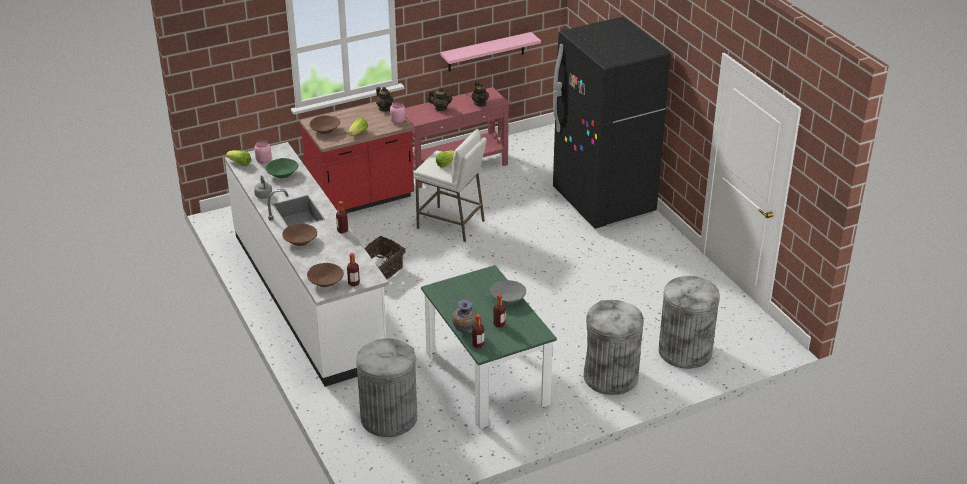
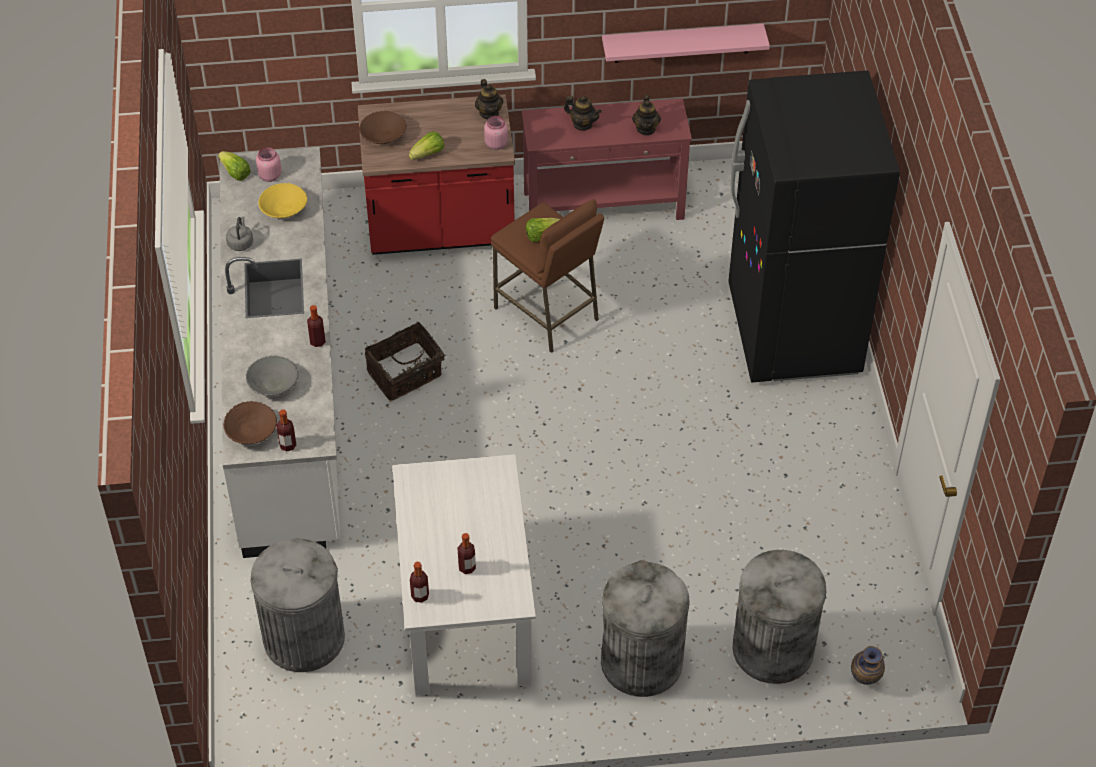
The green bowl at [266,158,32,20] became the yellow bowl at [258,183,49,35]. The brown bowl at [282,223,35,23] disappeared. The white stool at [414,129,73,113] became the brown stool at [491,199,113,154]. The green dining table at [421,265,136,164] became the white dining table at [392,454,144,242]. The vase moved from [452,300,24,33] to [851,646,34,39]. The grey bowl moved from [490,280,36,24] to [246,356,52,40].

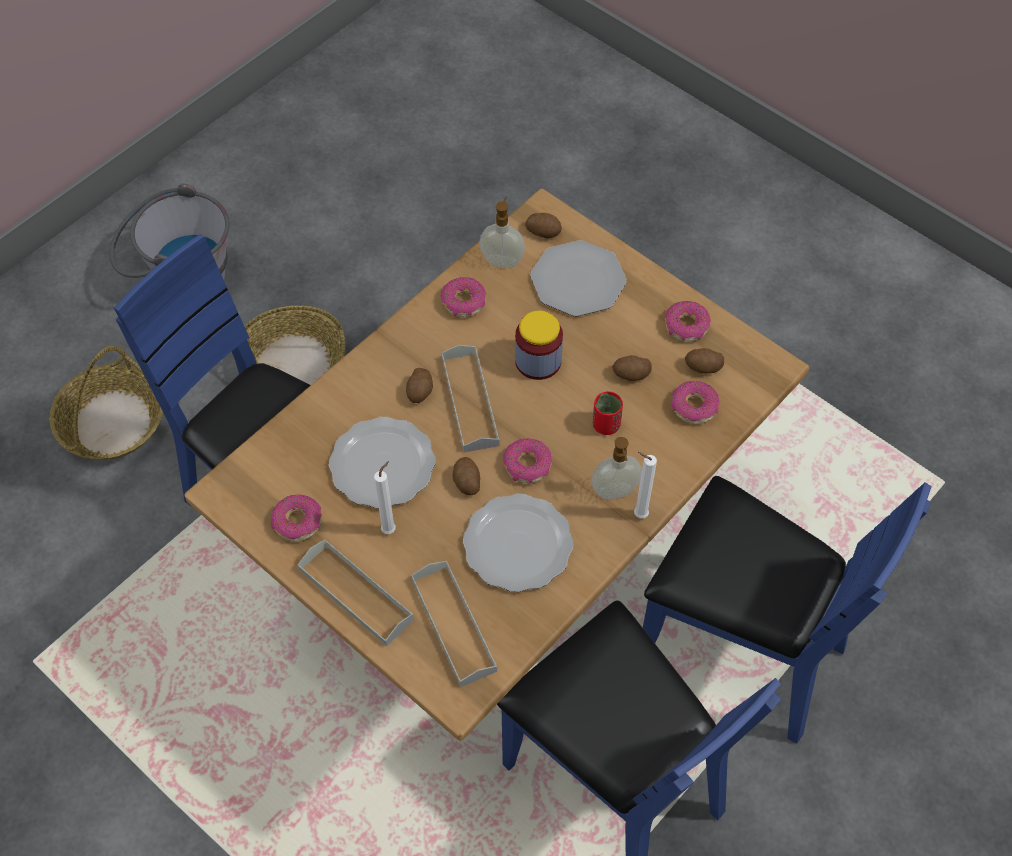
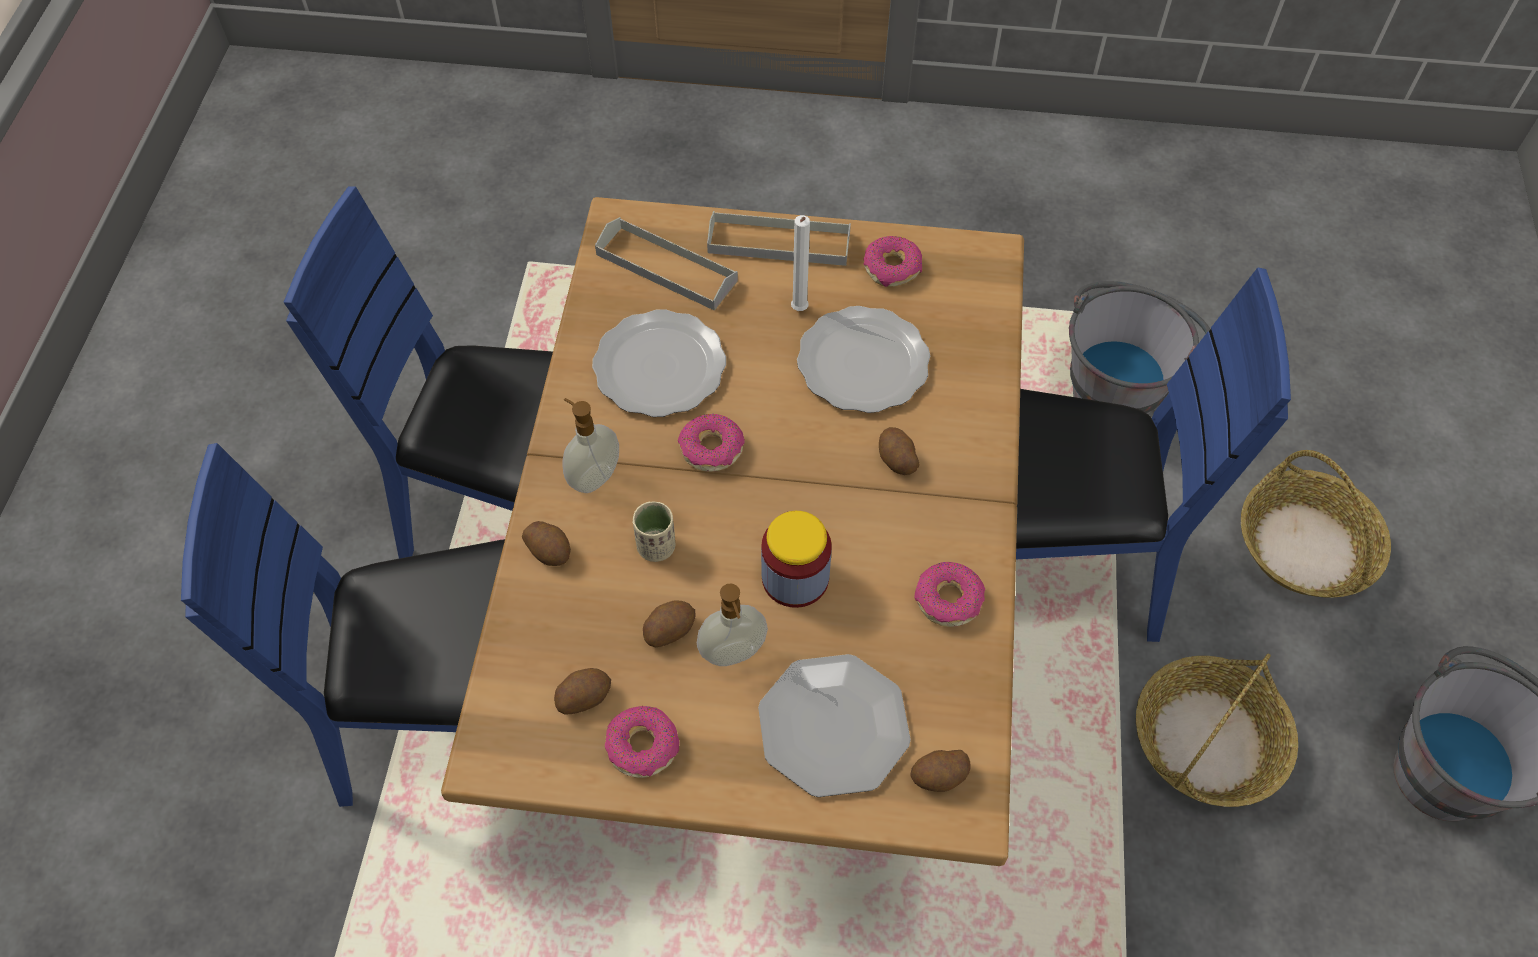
The grey tray at [442,345,58,108] disappeared. The potato moved from [452,457,28,38] to [522,521,49,45]. The soap dispenser moved from [479,197,46,71] to [697,583,71,83]. The red cup at [593,391,30,44] became the beige cup at [633,502,42,60]. The white candle at [634,452,23,66] disappeared. The donut at [672,381,48,43] disappeared. The grey bucket at [1069,281,141,133] appeared.

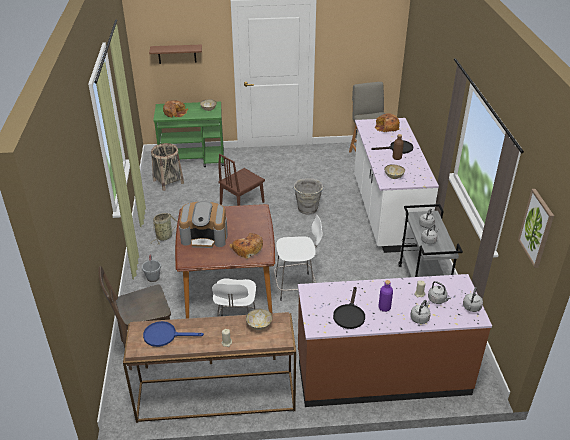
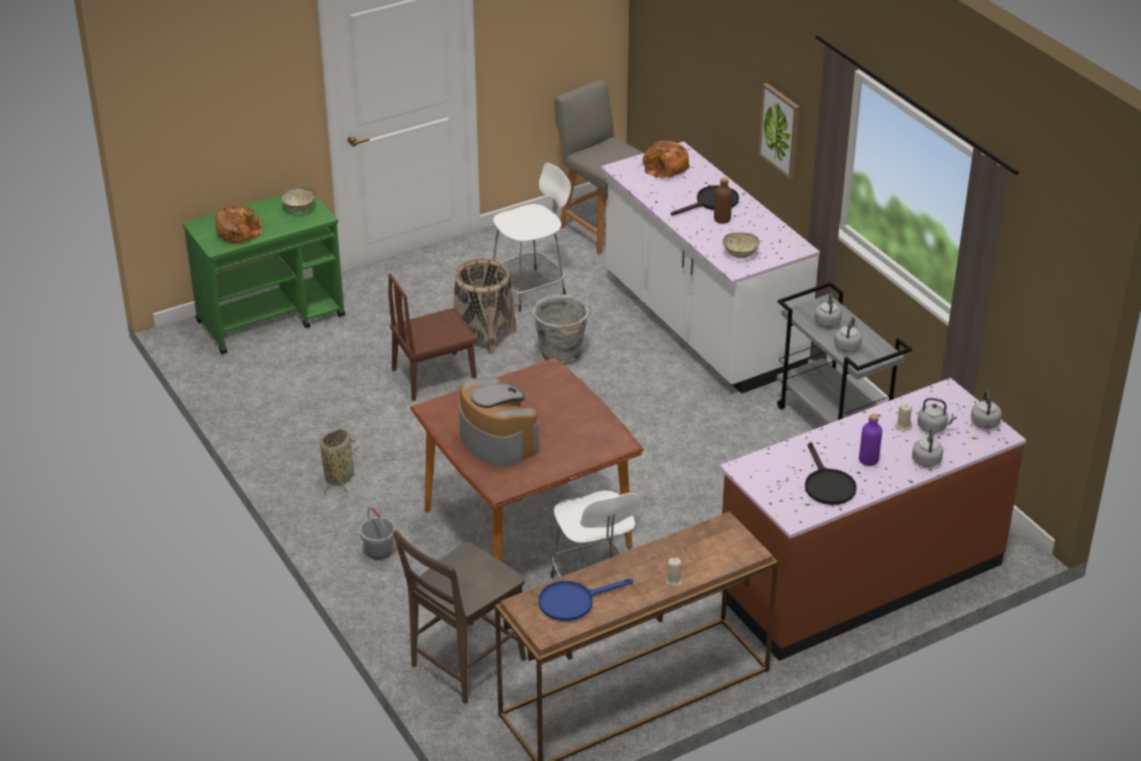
The brown shelf at [149,45,53,19] disappeared. The basket moved from [151,143,33,48] to [454,258,62,96]. The coffee machine at [179,201,49,47] turned 105 degrees counterclockwise. The brown chair at [218,154,47,52] turned 45 degrees clockwise. The bread at [229,233,34,26] disappeared. The bowl at [246,308,26,22] disappeared. The white stool moved from [274,215,49,86] to [493,163,78,149]. The picture moved from [518,189,36,79] to [758,83,42,96].

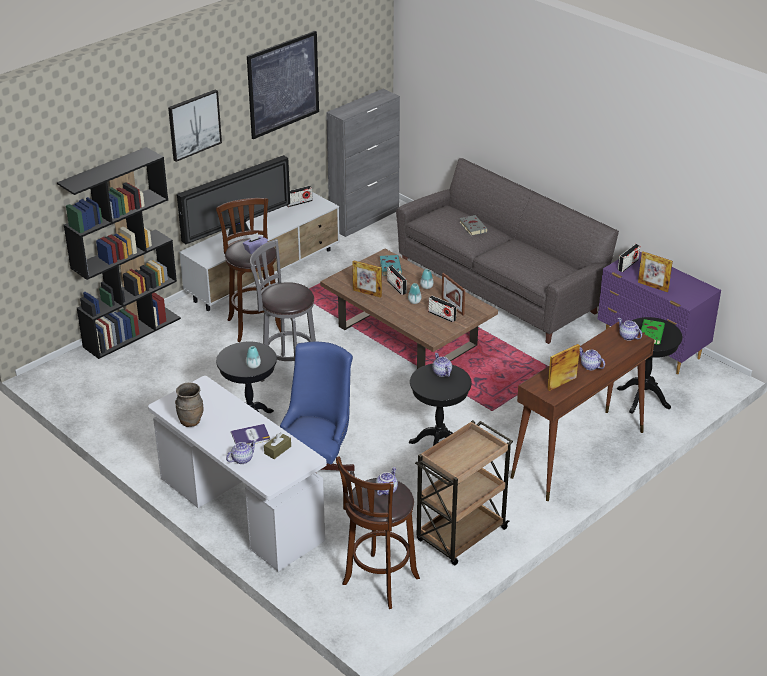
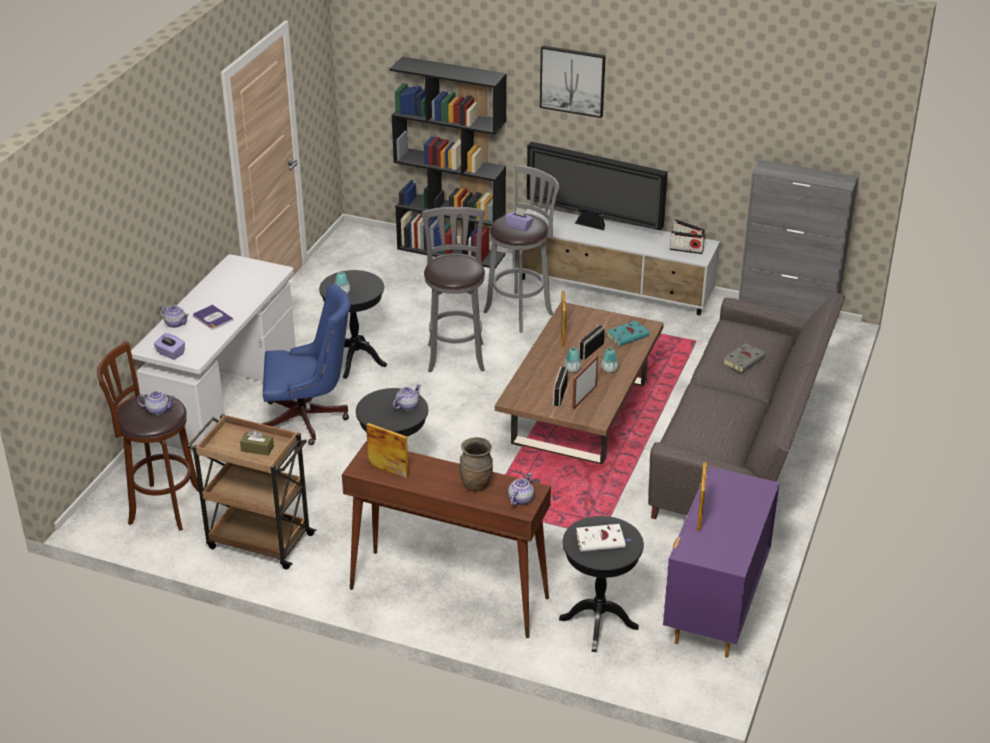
The brown vase moved from [175,383,29,44] to [459,437,34,54]. The brown stool at [216,198,65,144] became the grey stool at [484,164,75,169]. The picture at [247,31,72,108] disappeared. The brown tissue box moved from [264,432,27,27] to [240,430,34,26]. The teapot at [580,347,25,23] disappeared. The radio moved from [618,244,22,28] to [670,231,35,23]. The green book at [641,319,24,26] became the white book at [576,524,55,28]. The purple tissue box at [154,333,31,27] appeared.

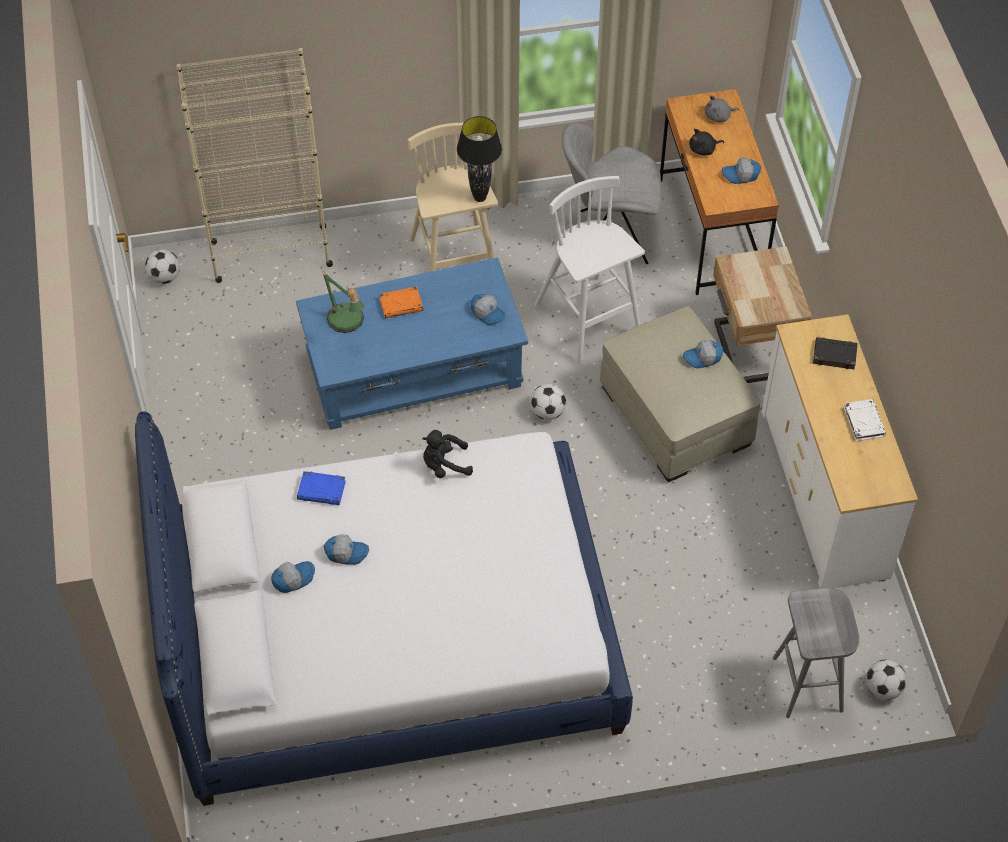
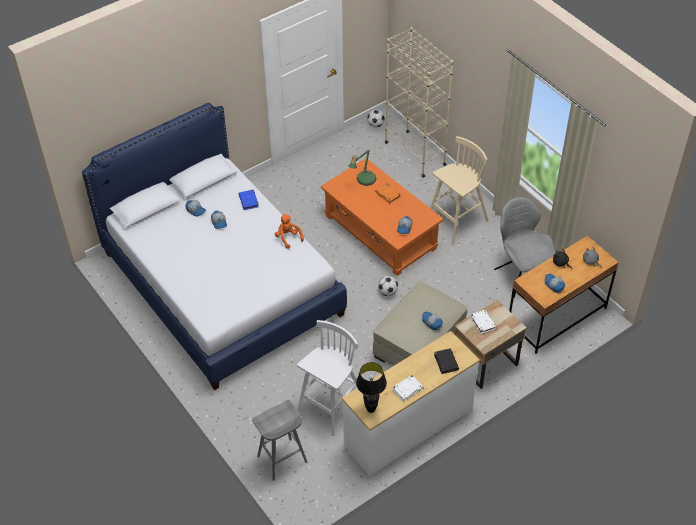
The blue coffee table at [296,258,232,172] became the orange coffee table at [321,158,122,118]. The black plush toy at [422,430,51,48] became the orange plush toy at [274,214,30,35]. The black table lamp moved from [457,116,45,86] to [356,362,31,51]. The white stool moved from [535,176,110,189] to [297,320,61,116]. The football at [866,660,41,40] disappeared. The white book at [471,310,25,24] appeared.

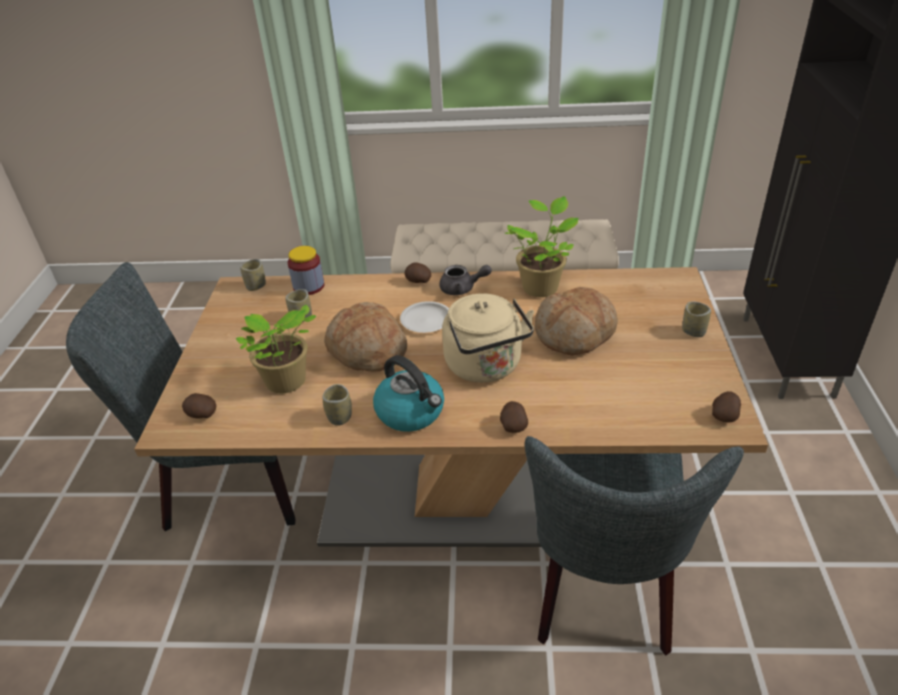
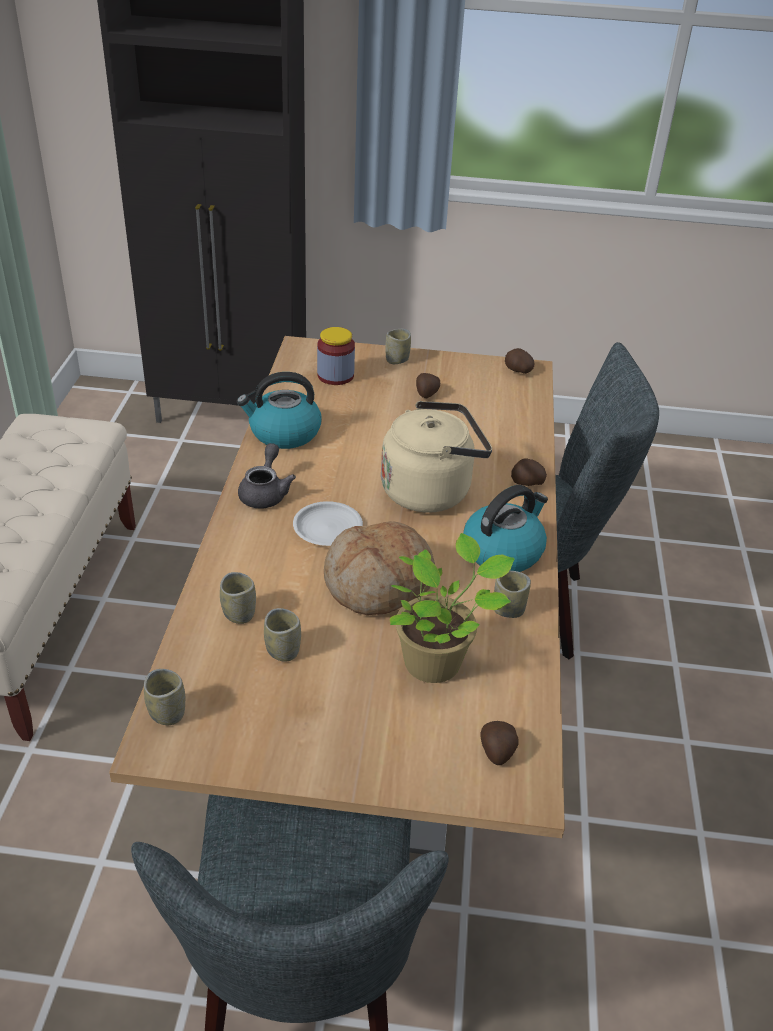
The jar moved from [287,246,37,49] to [317,327,38,58]. The potato moved from [405,262,26,21] to [416,373,24,25]. The potted plant at [504,196,75,101] was replaced by the kettle at [237,372,84,77]. The bread at [535,287,83,68] disappeared. The cup at [220,572,36,52] appeared.

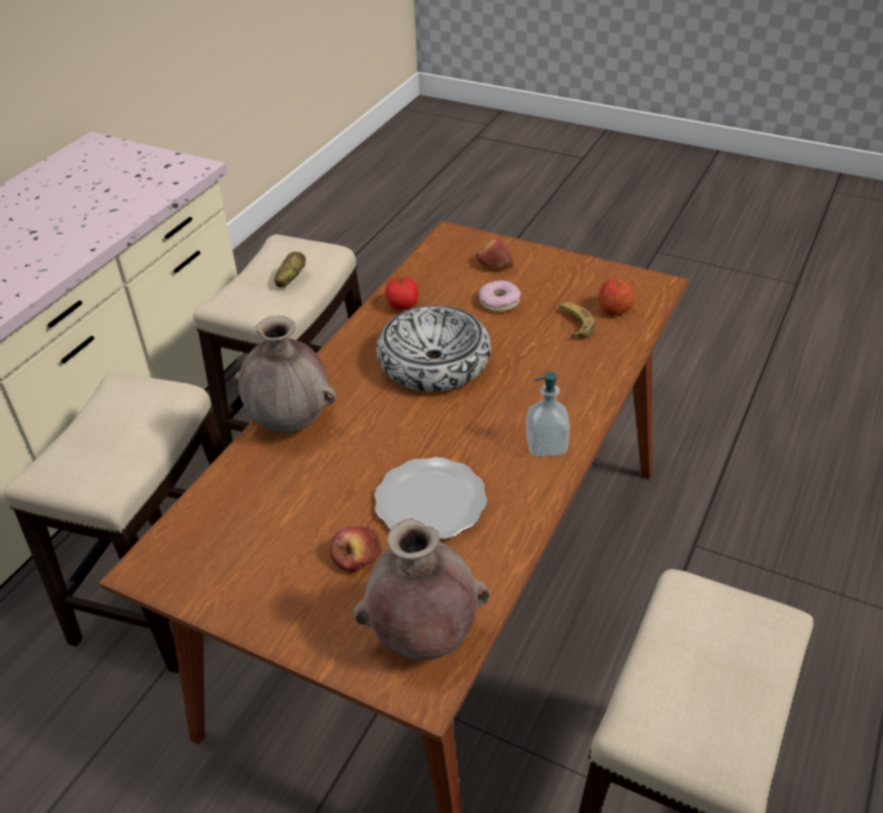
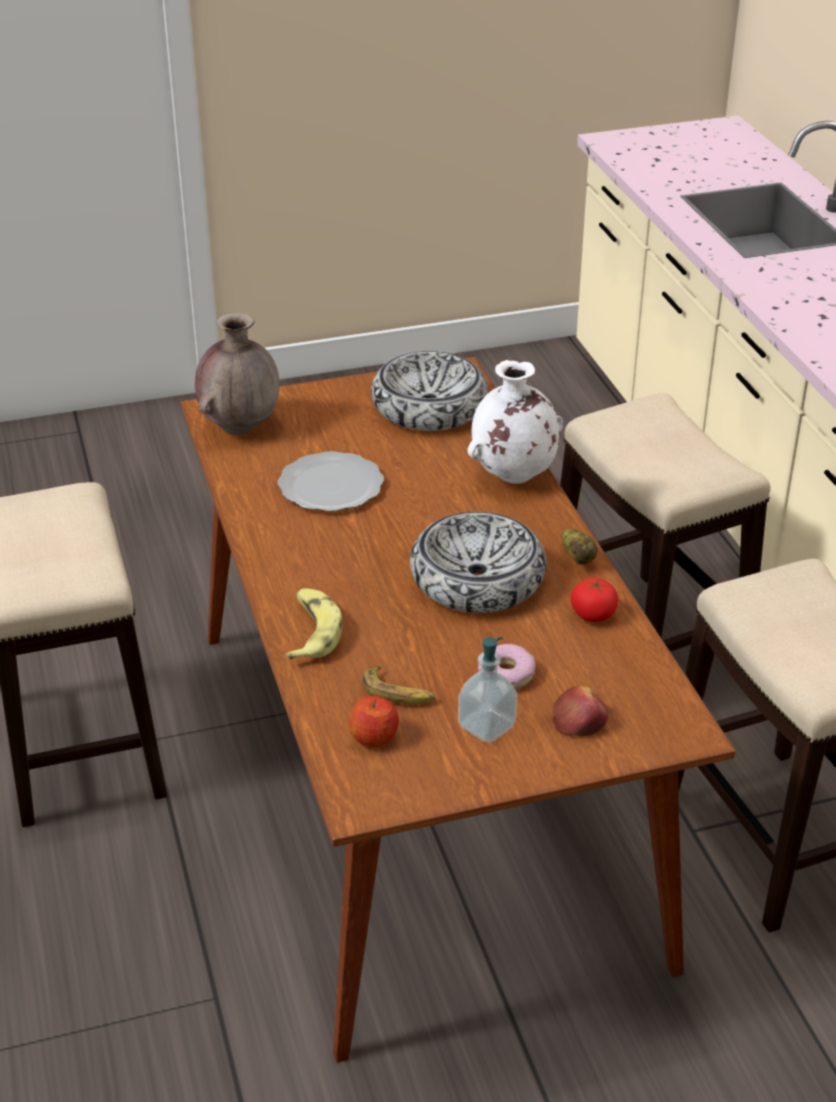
The brown vase at [233,316,103,117] became the white vase at [468,360,95,124]. The potato moved from [274,252,32,35] to [561,529,37,36]. The apple at [330,526,51,46] disappeared. The soap dispenser moved from [526,372,44,85] to [458,637,59,106]. The banana at [285,588,57,72] appeared. The bowl at [371,351,117,80] appeared.

